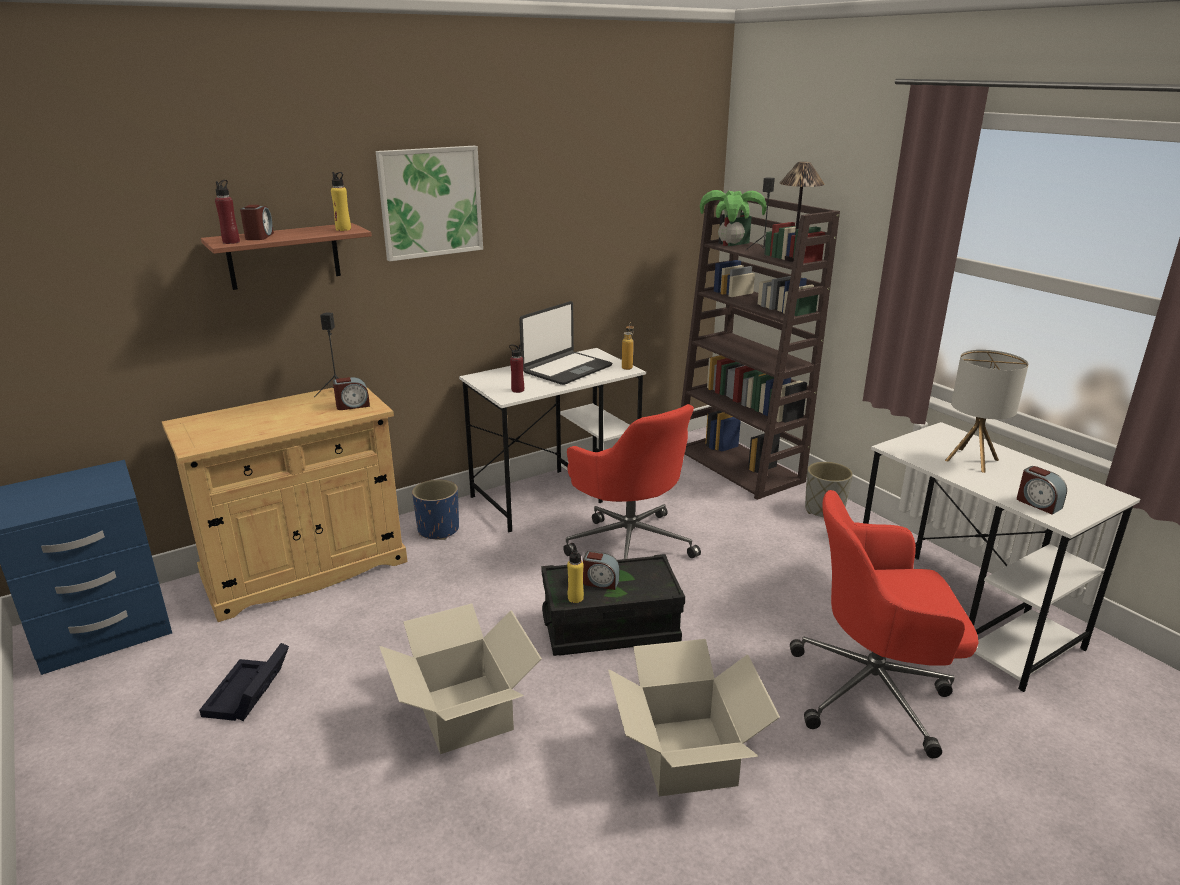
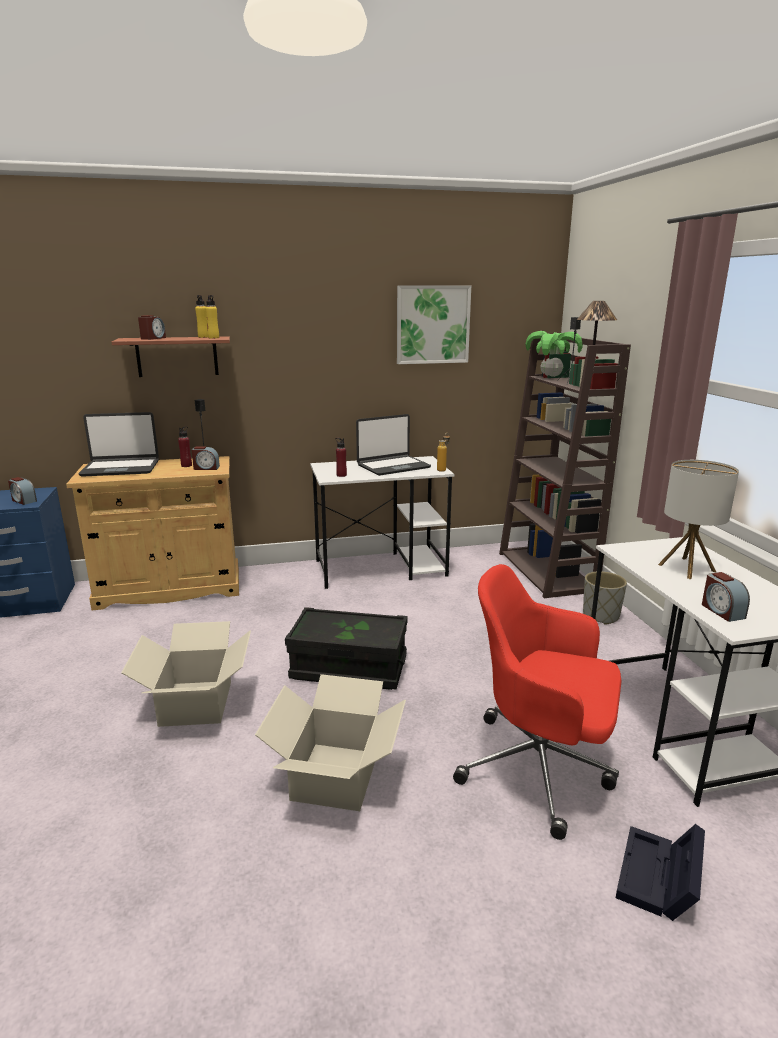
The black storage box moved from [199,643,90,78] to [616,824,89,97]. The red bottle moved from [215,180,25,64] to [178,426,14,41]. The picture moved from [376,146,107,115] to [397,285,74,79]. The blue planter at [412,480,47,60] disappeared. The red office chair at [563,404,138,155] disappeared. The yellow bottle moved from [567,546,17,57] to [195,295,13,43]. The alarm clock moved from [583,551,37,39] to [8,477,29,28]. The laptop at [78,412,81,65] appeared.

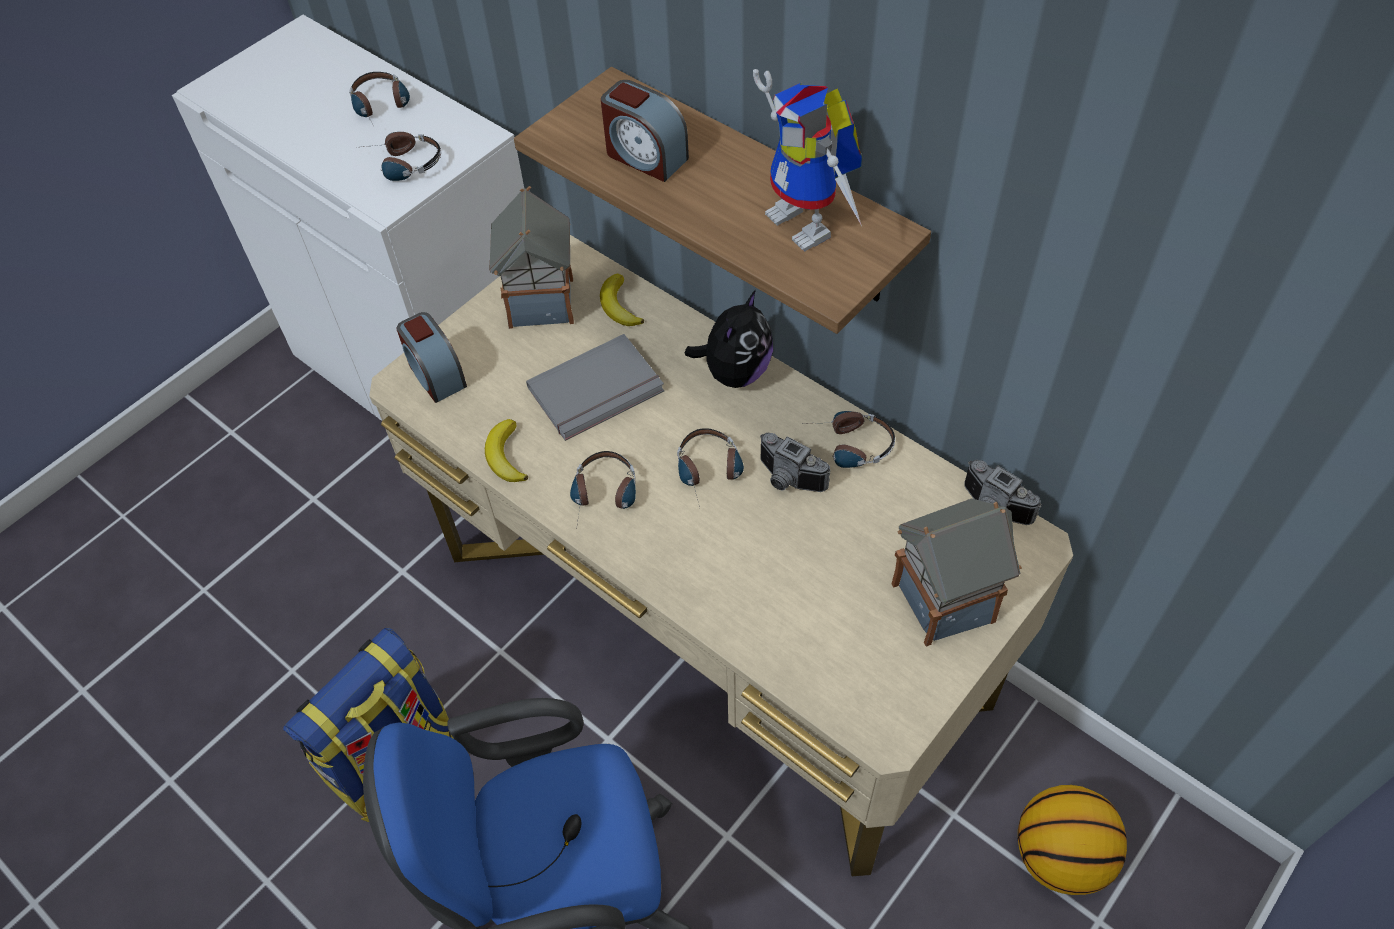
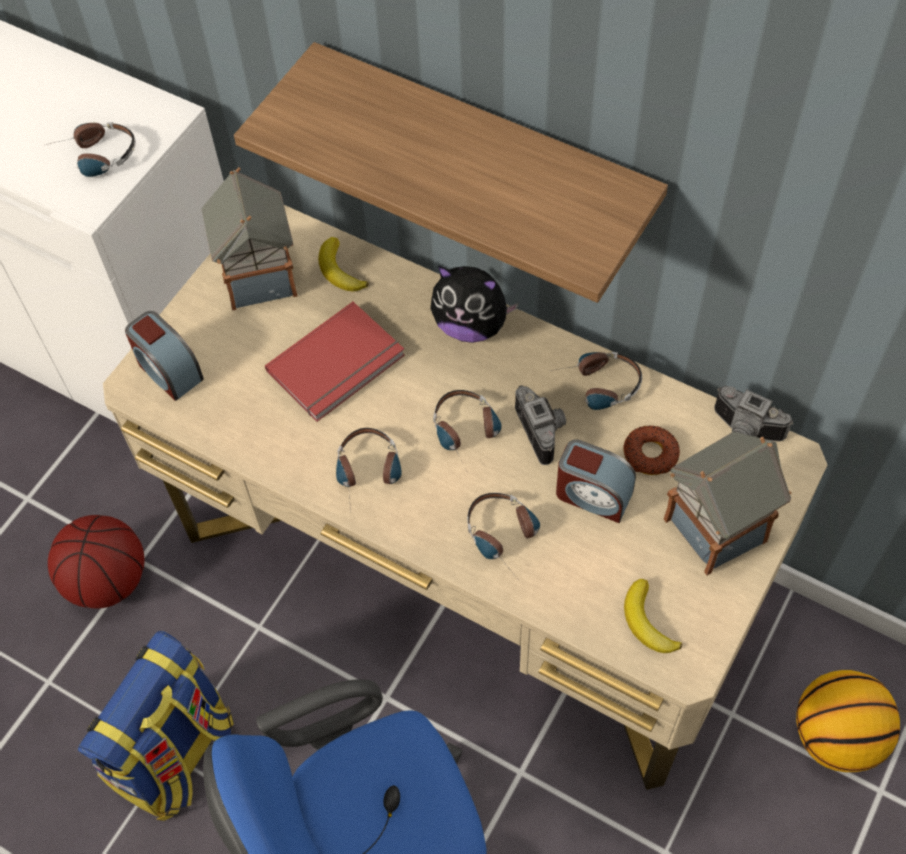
The headphones moved from [349,72,61,49] to [467,492,73,86]. The banana moved from [485,419,43,63] to [624,579,58,74]. The grey book at [526,334,138,107] became the red book at [265,302,140,120]. The alarm clock moved from [601,80,88,102] to [556,439,80,84]. The plush toy at [685,290,88,98] turned 90 degrees clockwise. The toy robot at [753,69,109,183] disappeared. The photo camera at [760,433,71,59] turned 135 degrees counterclockwise. The basketball at [48,515,96,94] appeared. The donut at [623,426,57,49] appeared.

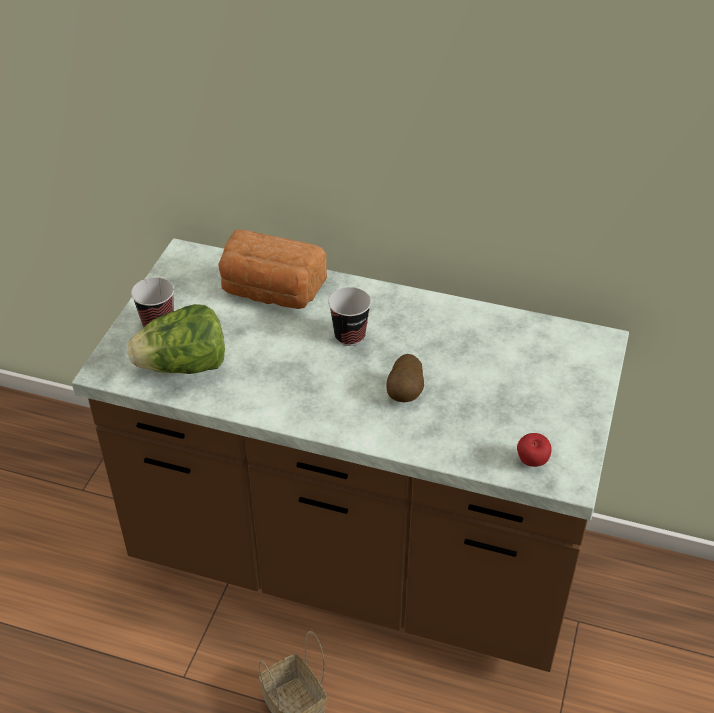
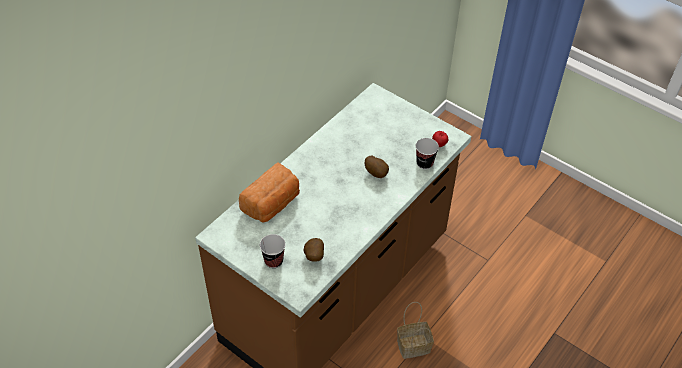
The lettuce at [127,304,98,70] was replaced by the potato at [303,238,21,24]. The cup moved from [328,287,43,59] to [416,138,23,31].

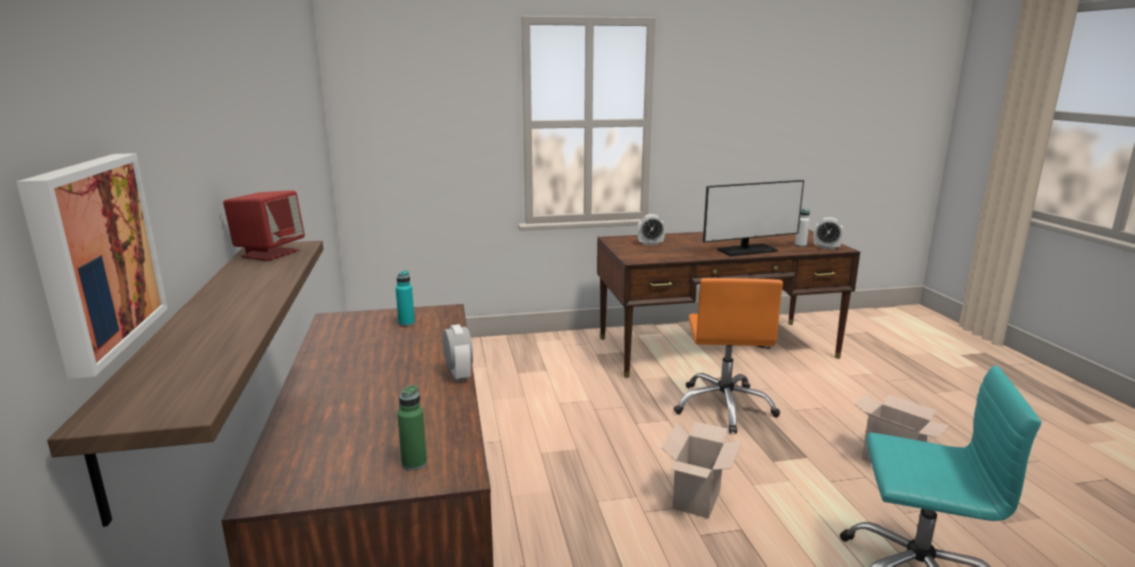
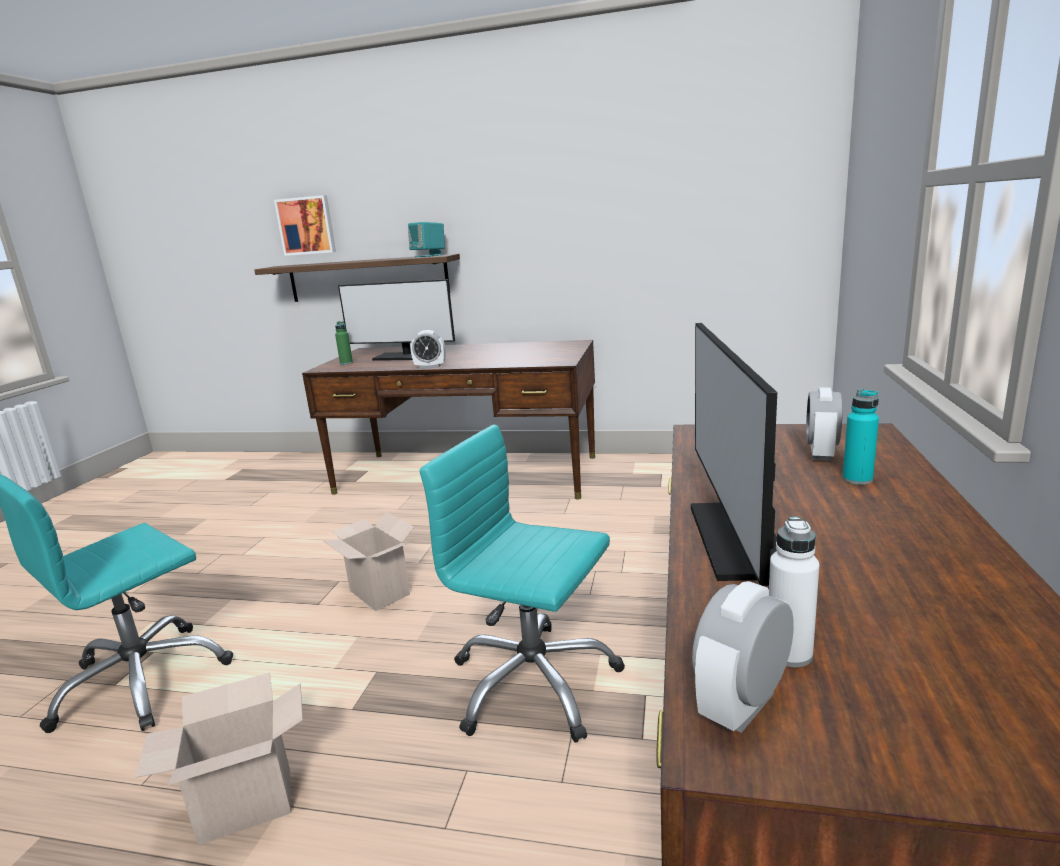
The red speaker at [223,190,82,71] became the turquoise speaker at [408,222,37,35]. The turquoise bottle moved from [396,271,19,55] to [842,389,37,96]. The orange office chair at [674,278,109,156] became the turquoise office chair at [420,424,205,319]. The monitor at [338,279,117,82] appeared.

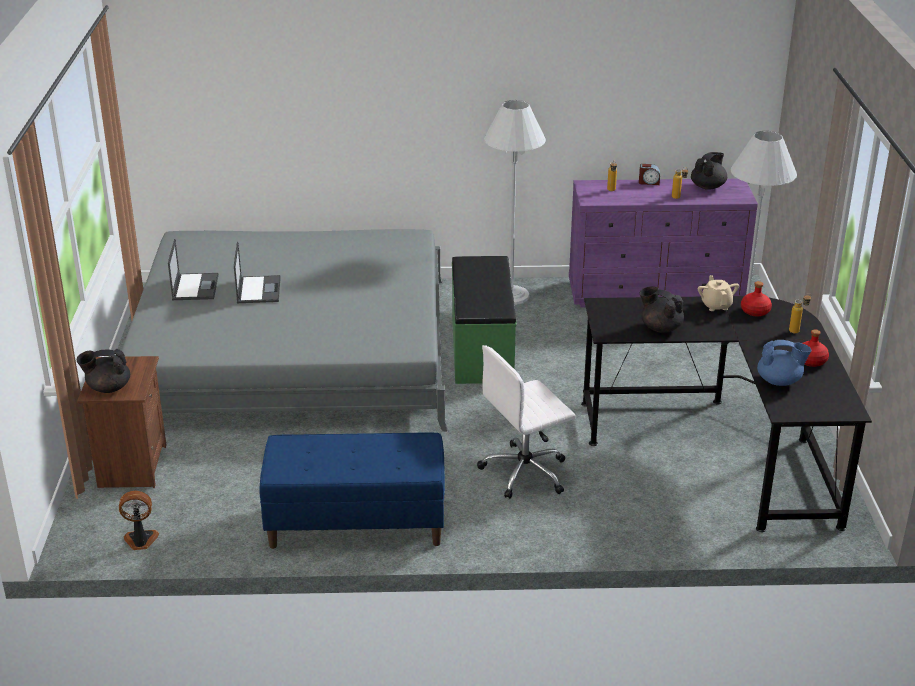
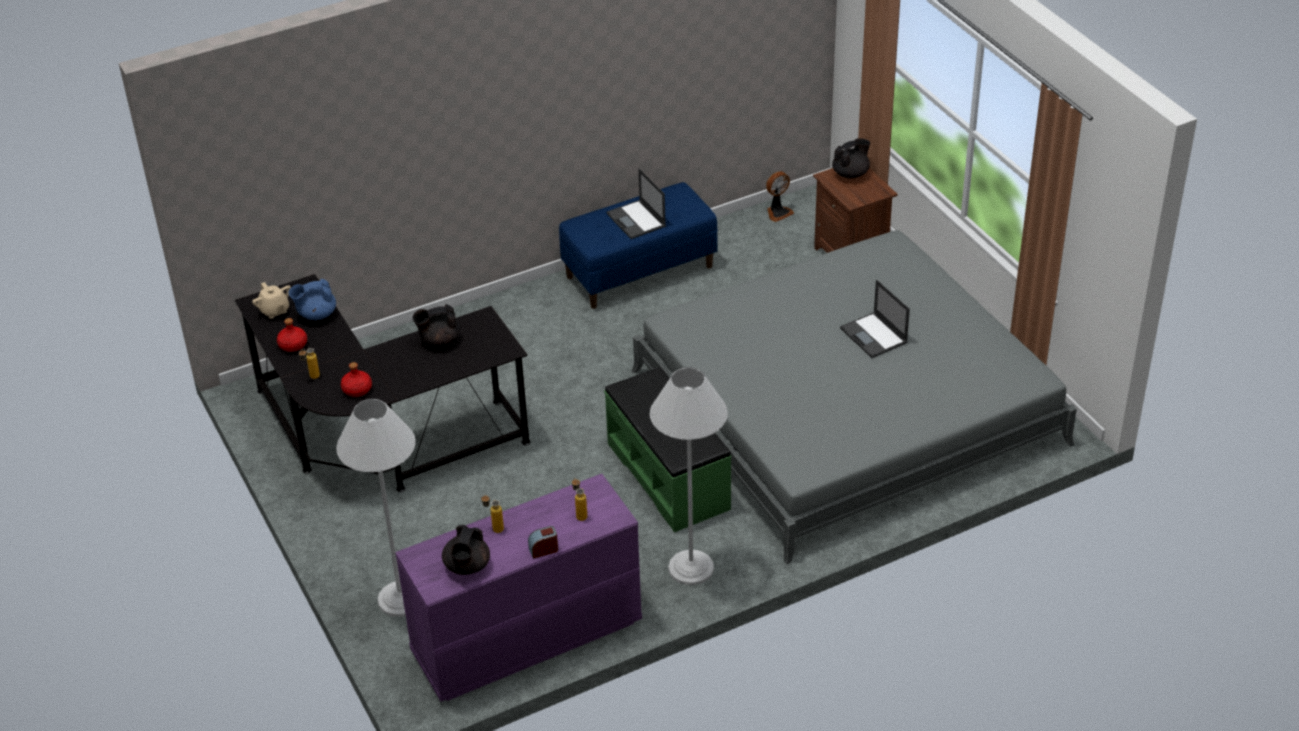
The laptop moved from [168,239,51,61] to [606,168,60,71]. The white office chair at [477,345,99,154] disappeared. The black teapot at [640,286,44,46] turned 150 degrees clockwise. The beige teapot moved from [698,275,41,36] to [252,282,39,37].

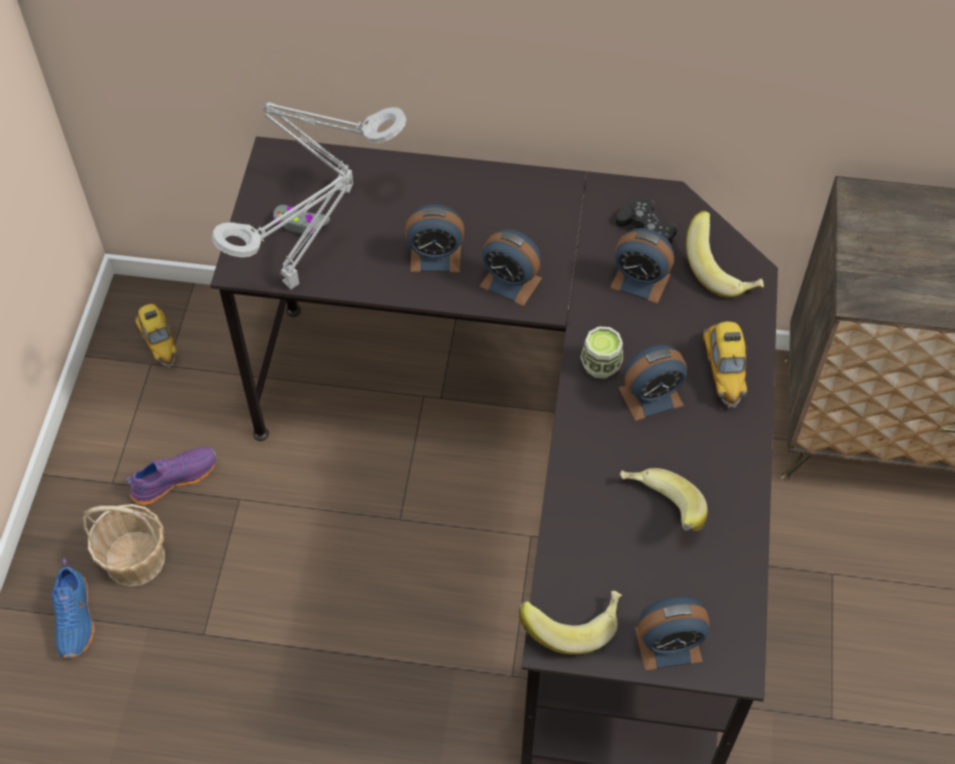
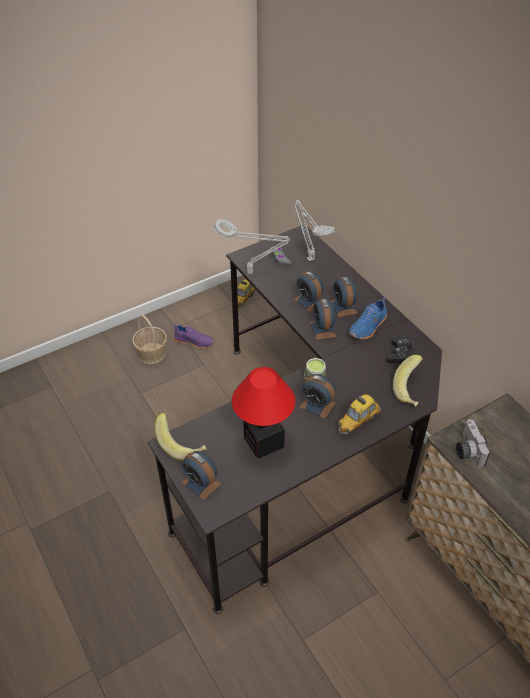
The blue shoe moved from [51,558,43,101] to [348,296,39,43]. The alarm clock moved from [610,228,64,76] to [330,277,27,40]. The banana at [620,468,87,63] was replaced by the table lamp at [232,367,64,92]. The photo camera at [456,419,34,48] appeared.

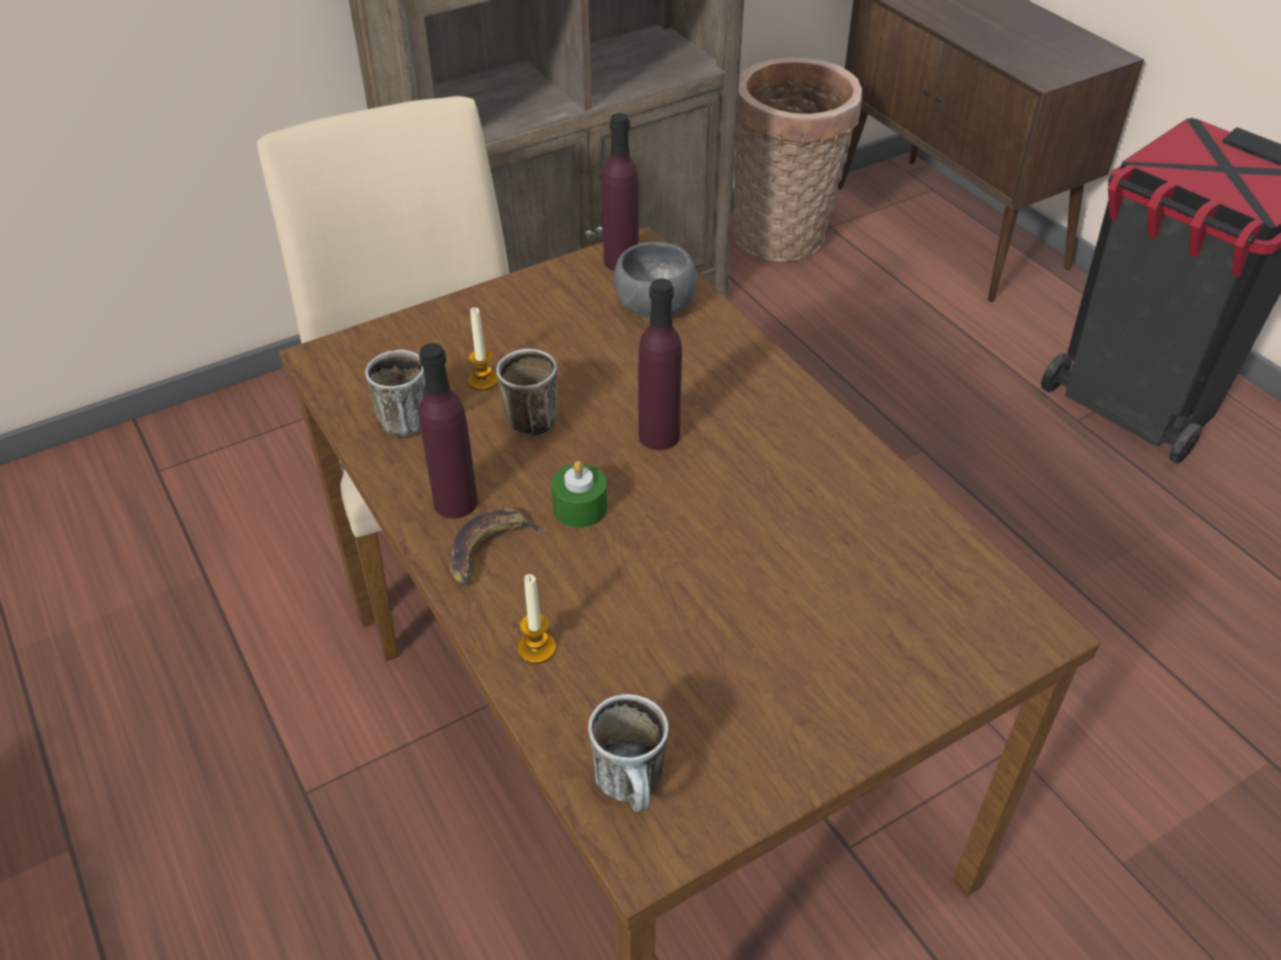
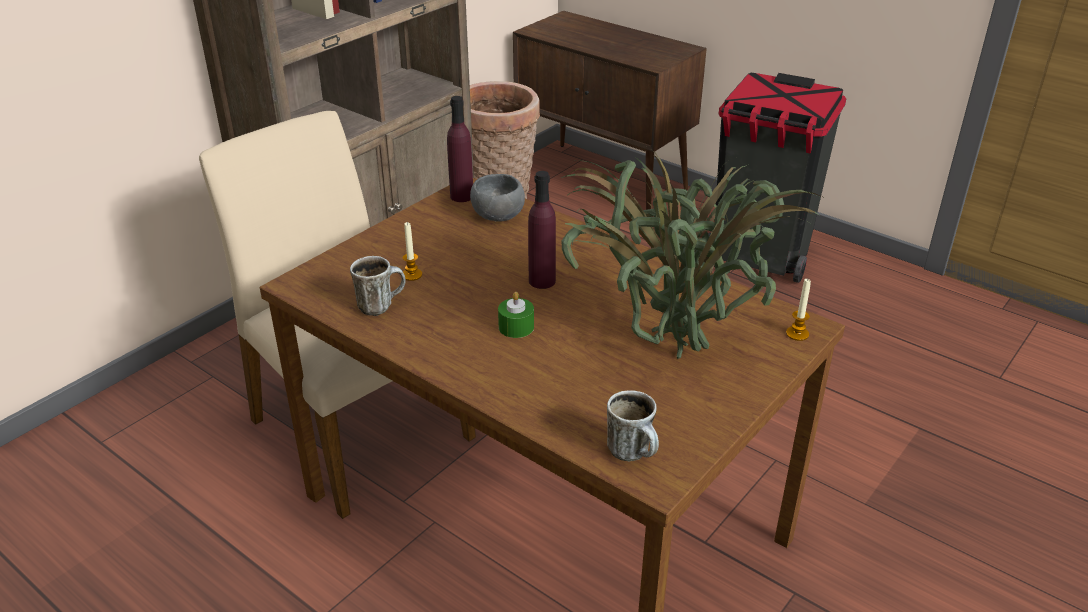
The purple bottle at [419,343,59,176] disappeared. The banana at [449,508,98,78] disappeared. The mug at [496,349,62,87] disappeared. The candle moved from [518,574,38,90] to [786,279,25,62]. The potted plant at [562,148,260,211] appeared.

